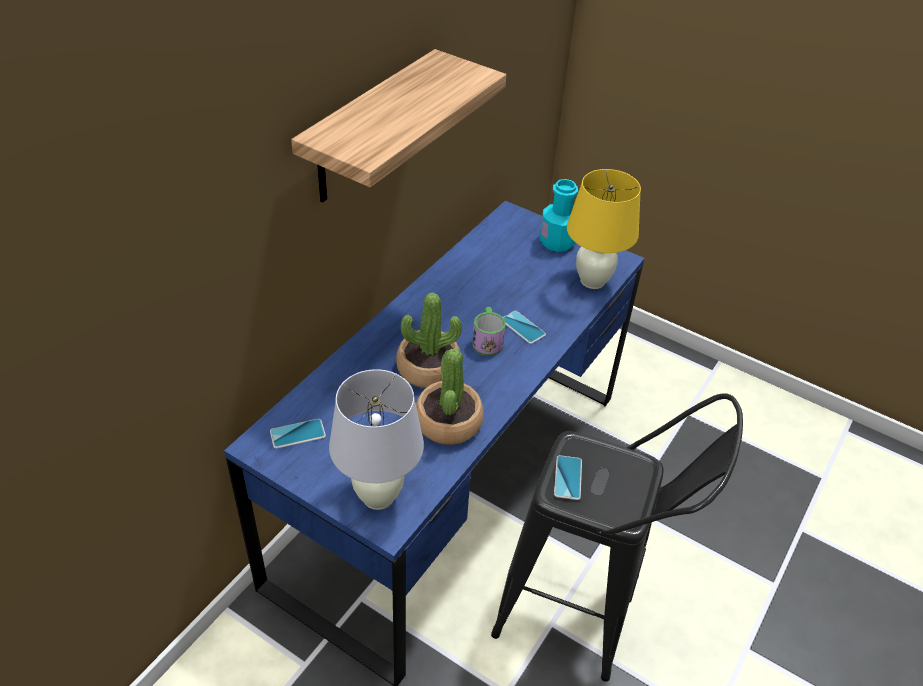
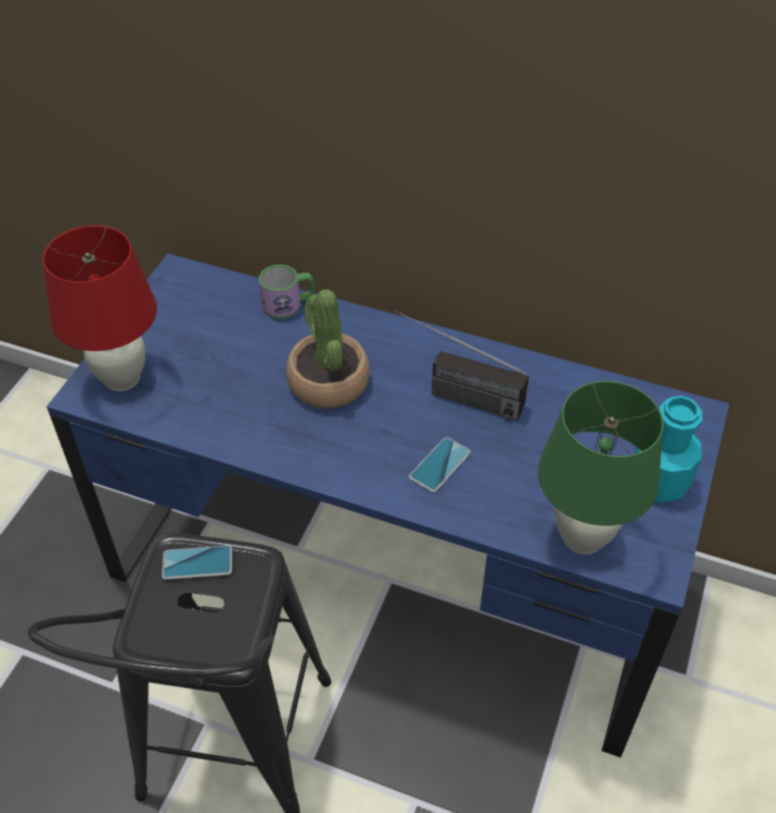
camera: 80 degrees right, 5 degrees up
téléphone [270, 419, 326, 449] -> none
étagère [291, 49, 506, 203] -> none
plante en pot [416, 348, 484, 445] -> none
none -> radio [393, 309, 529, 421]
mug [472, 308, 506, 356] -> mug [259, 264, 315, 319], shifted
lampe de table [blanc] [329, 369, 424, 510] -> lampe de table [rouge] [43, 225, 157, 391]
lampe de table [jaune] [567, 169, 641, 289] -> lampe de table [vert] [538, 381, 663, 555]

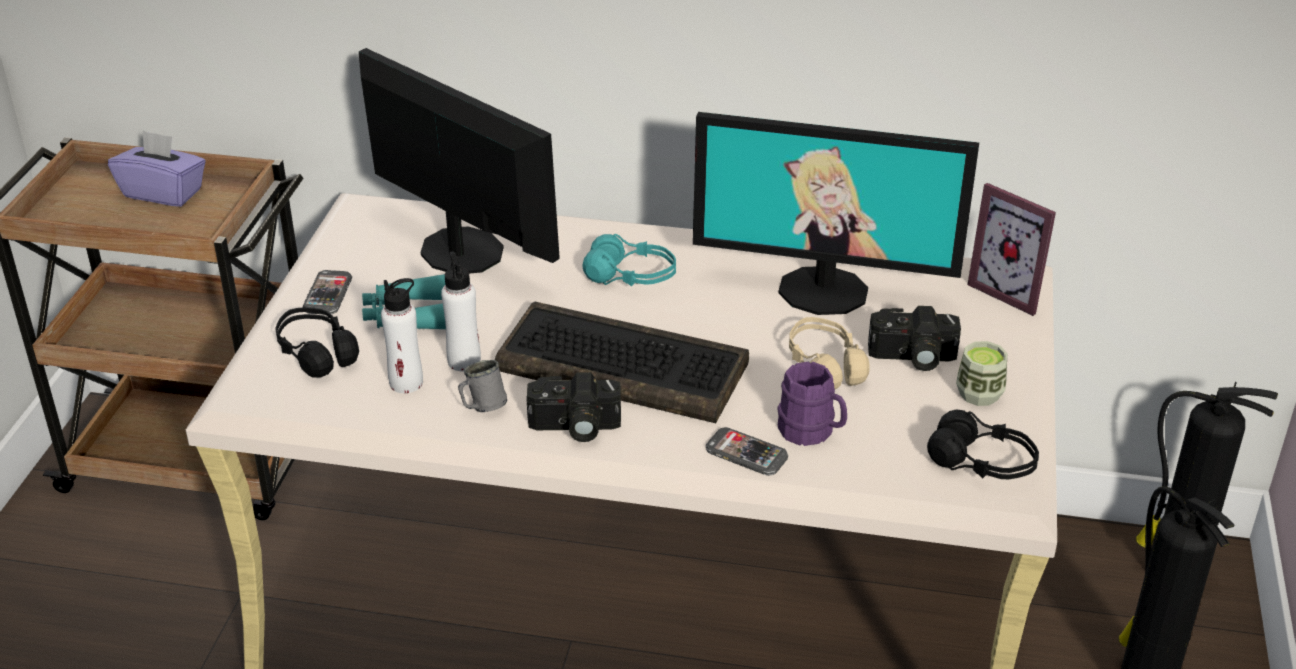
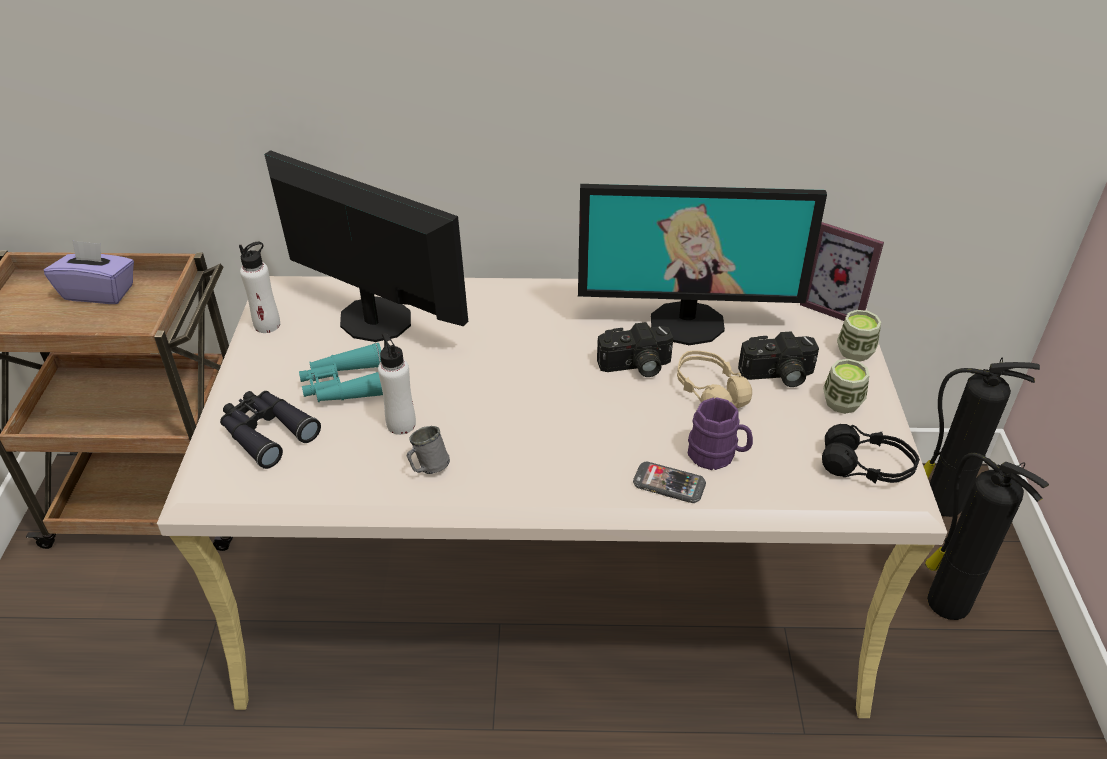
camera: 10 degrees left, 5 degrees up
téléphone [302, 270, 352, 314] -> none
clavier [495, 302, 749, 423] -> none
casque audio [turquoise] [582, 234, 676, 287] -> none
none -> tasse [837, 310, 881, 362]
bouteille [blanc] [381, 278, 423, 393] -> bouteille [blanc] [239, 242, 280, 333], shifted
appareil photo [526, 372, 621, 442] -> appareil photo [597, 322, 673, 377], shifted
casque audio [noir] [275, 307, 359, 378] -> jumelles [noir] [220, 391, 321, 469]

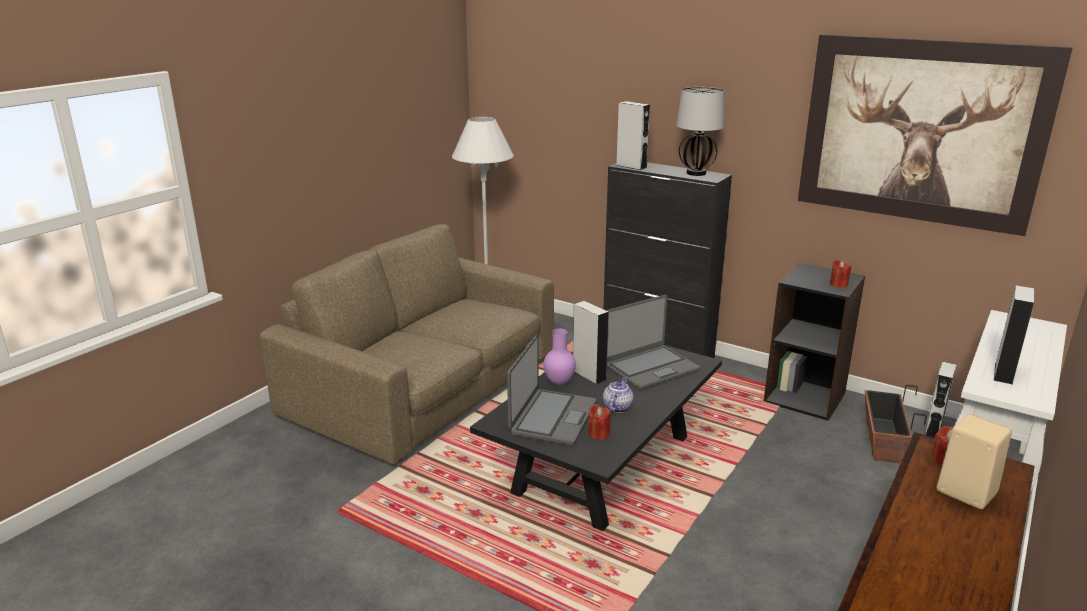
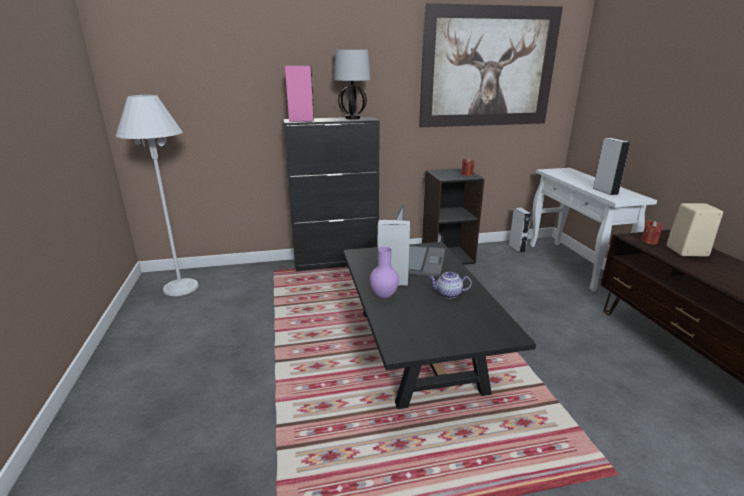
camera: 45 degrees left, 0 degrees up
canapé [marron] [260, 224, 554, 464] -> none
ordinateur portable [507, 335, 596, 445] -> none
bougie [rouge] [588, 404, 611, 440] -> none
cache-pot [865, 385, 927, 464] -> none
enceinte [gris] [616, 101, 650, 170] -> enceinte [rose] [285, 66, 314, 122]
théière [603, 377, 634, 413] -> théière [429, 271, 472, 298], 60 degrees counterclockwise

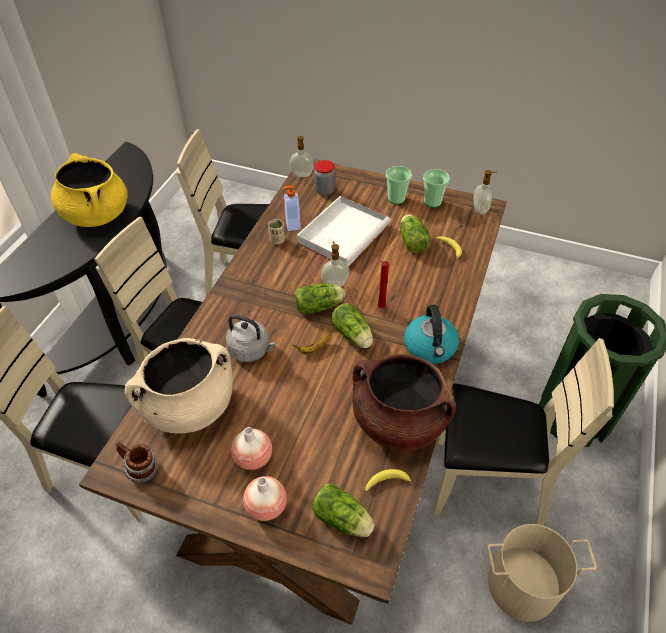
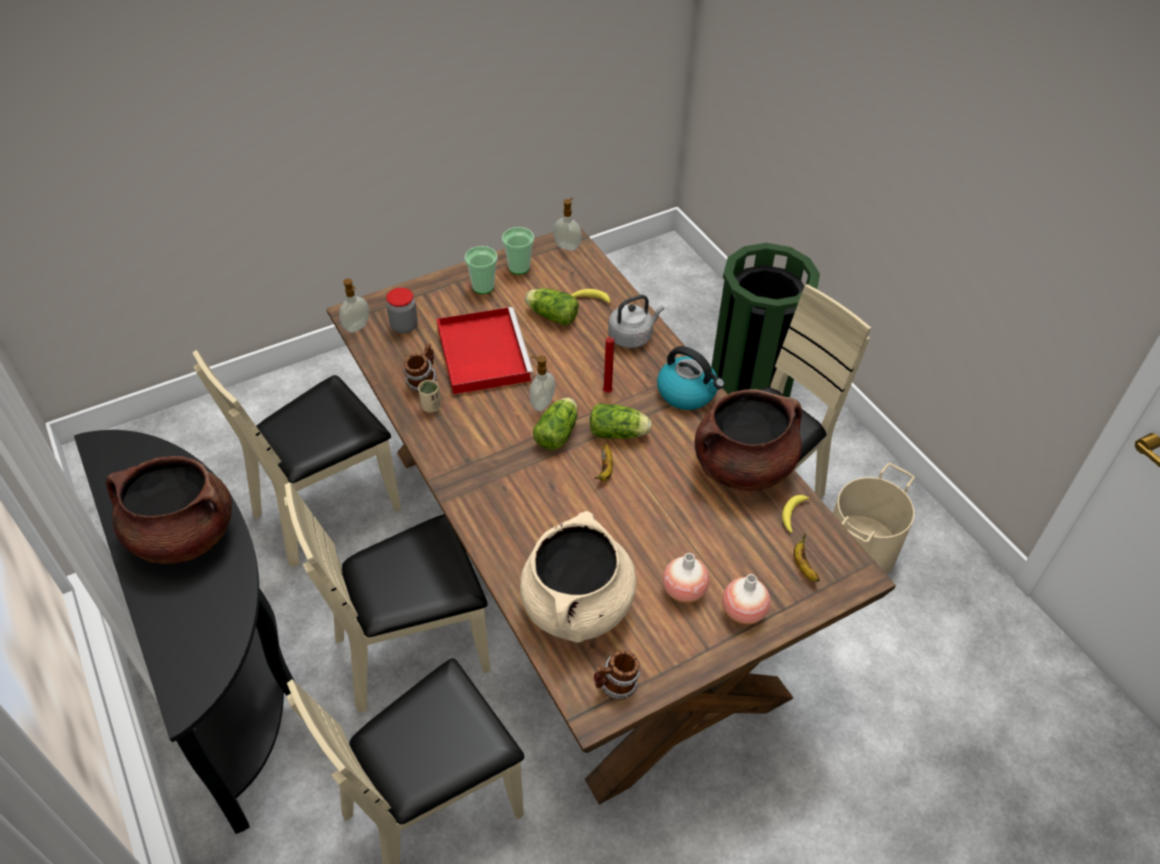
camera: 50 degrees left, 0 degrees up
bouilloire [gris] [226, 315, 276, 362] -> bouilloire [gris] [608, 295, 664, 348], shifted
distributeur de savon [282, 185, 301, 231] -> mug [403, 343, 437, 392]
laitue [312, 483, 375, 537] -> banane [794, 534, 820, 582]
marmite [jaune] [51, 153, 128, 227] -> marmite [marron] [106, 456, 232, 564]
plateau [blanc] [296, 196, 391, 267] -> plateau [rouge] [437, 307, 534, 395]

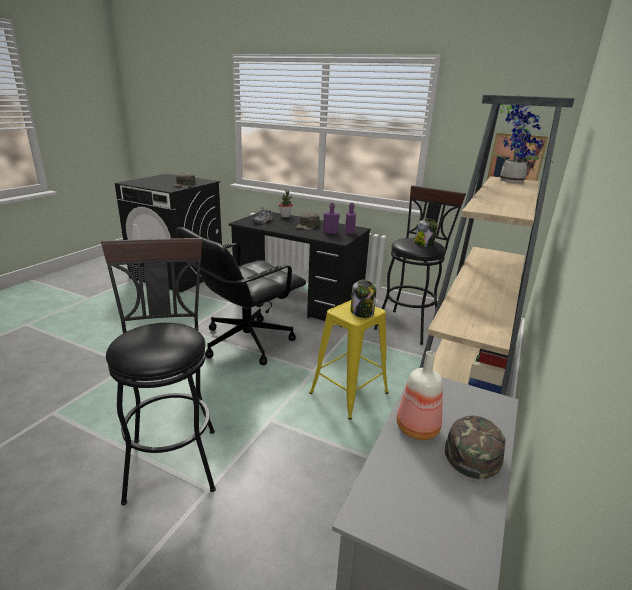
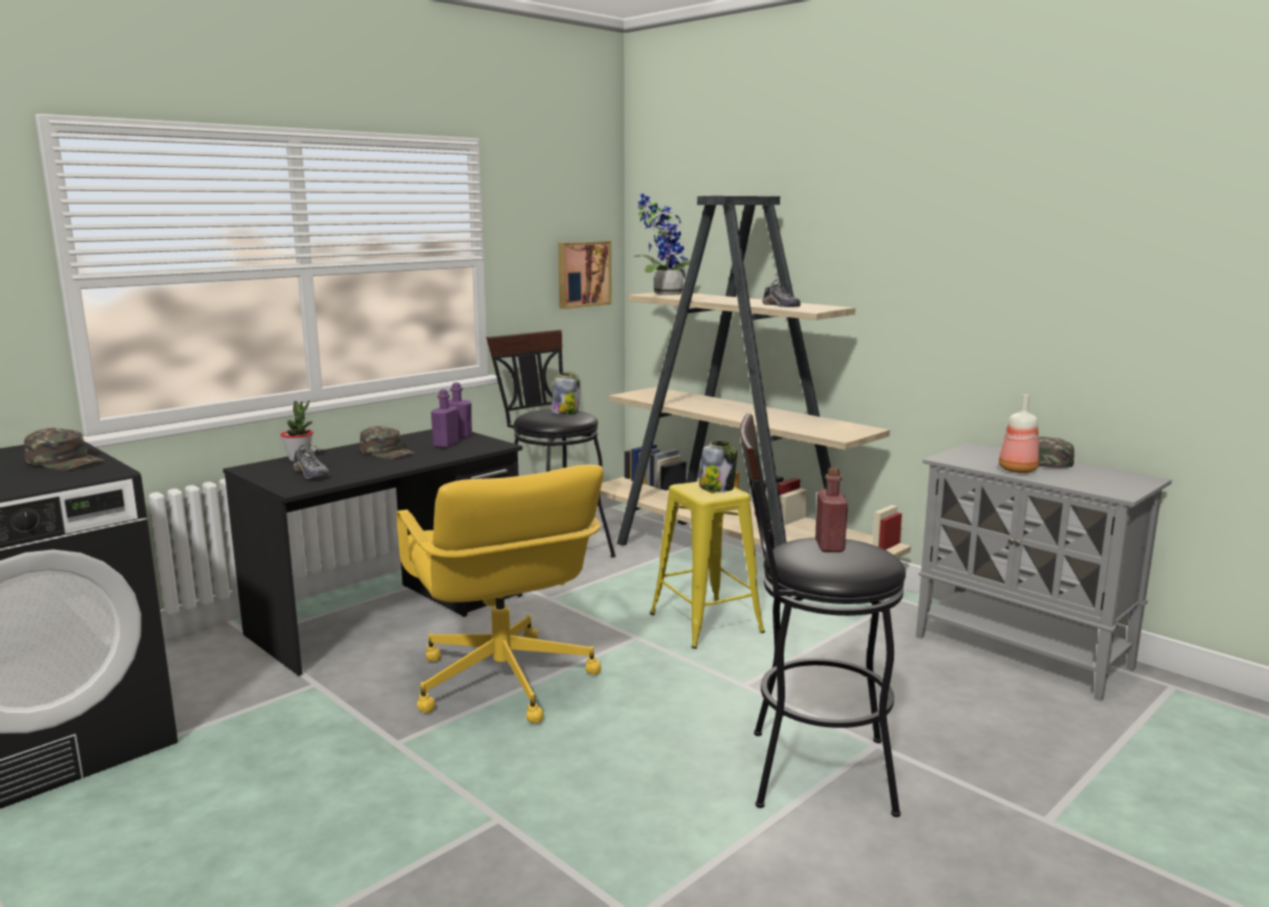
camera: 70 degrees left, 10 degrees down
none -> chaussure [762, 278, 801, 307]
none -> bouteille [rouge] [815, 467, 848, 552]
chaise de bureau [noir] [176, 227, 306, 365] -> chaise de bureau [jaune] [397, 465, 604, 723]

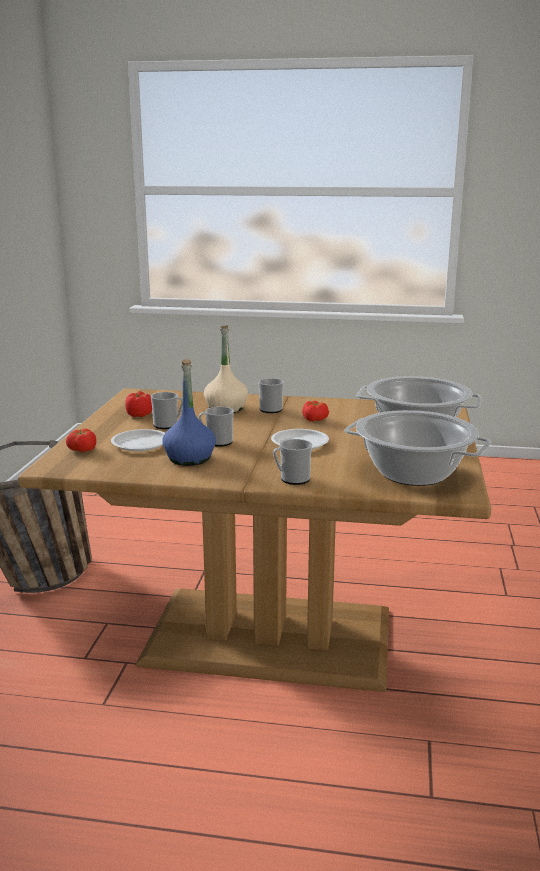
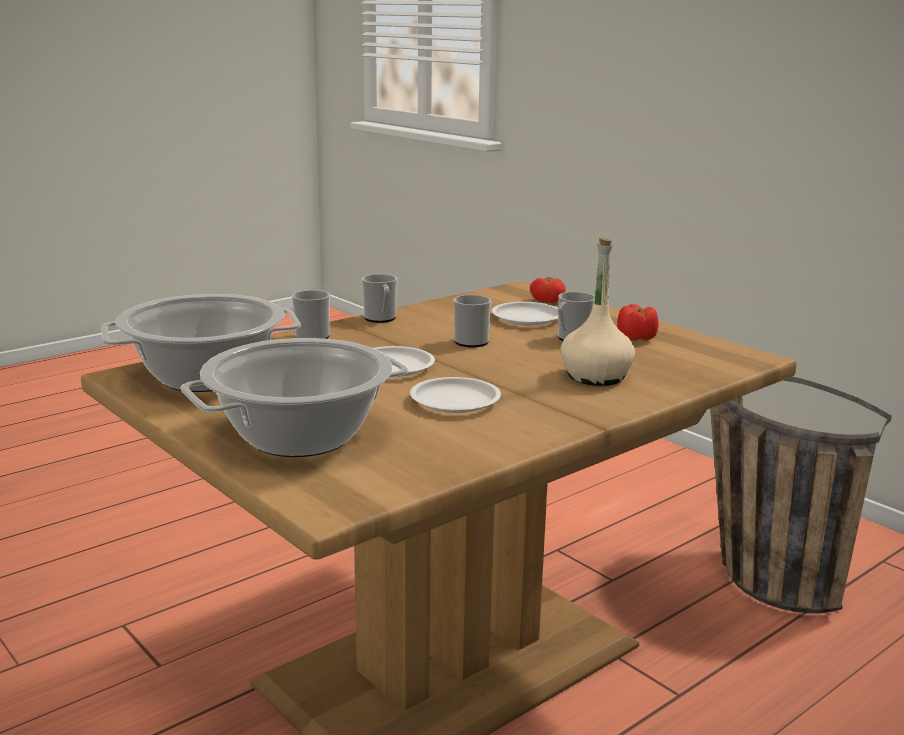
camera: 130 degrees right, 0 degrees up
bouteille [bleu] [162, 359, 216, 466] -> none
mug [258, 378, 284, 413] -> mug [362, 274, 398, 323], shifted
tomate [302, 401, 329, 422] -> assiette [blanc] [410, 377, 501, 413]

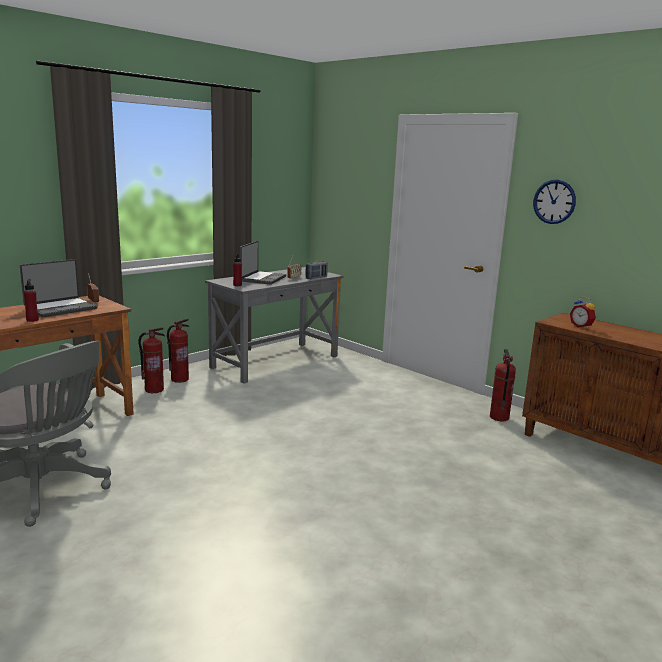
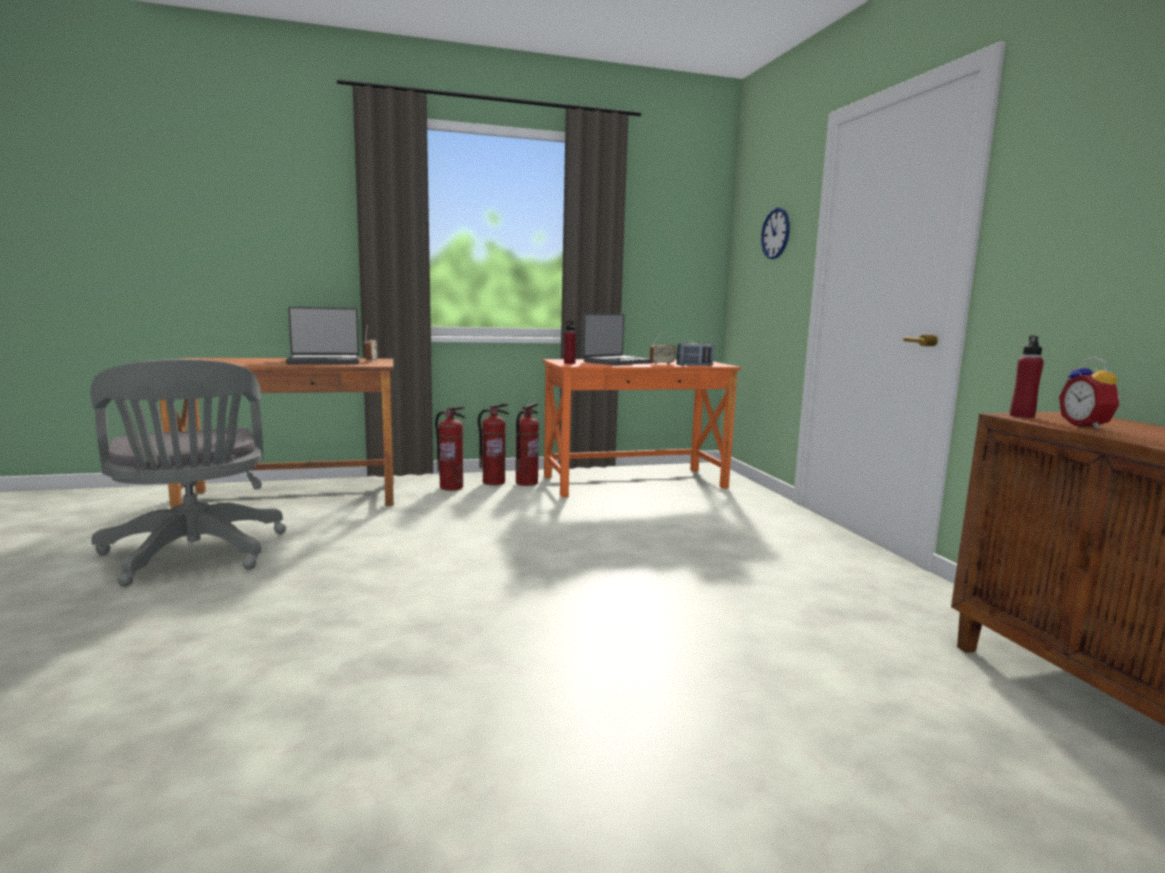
camera: 30 degrees right, 5 degrees down
bouteille [rouge] [24, 279, 39, 322] -> bouteille [rouge] [1010, 335, 1044, 418], shifted
extincteur [490, 349, 516, 421] -> extincteur [516, 403, 539, 486], shifted
horloge murale [533, 180, 576, 224] -> horloge murale [761, 207, 790, 259], shifted
bureau [gris] [205, 267, 343, 384] -> bureau [orange] [542, 359, 741, 497]

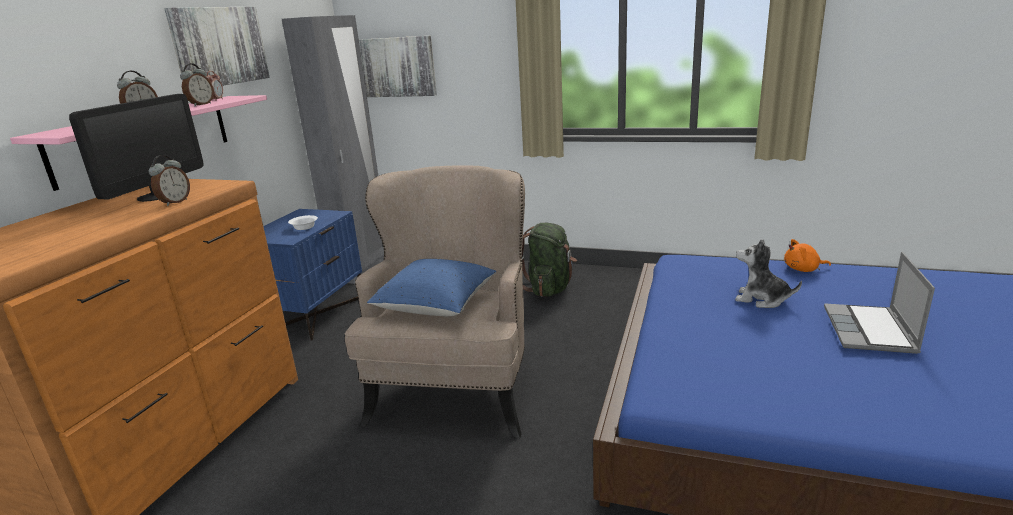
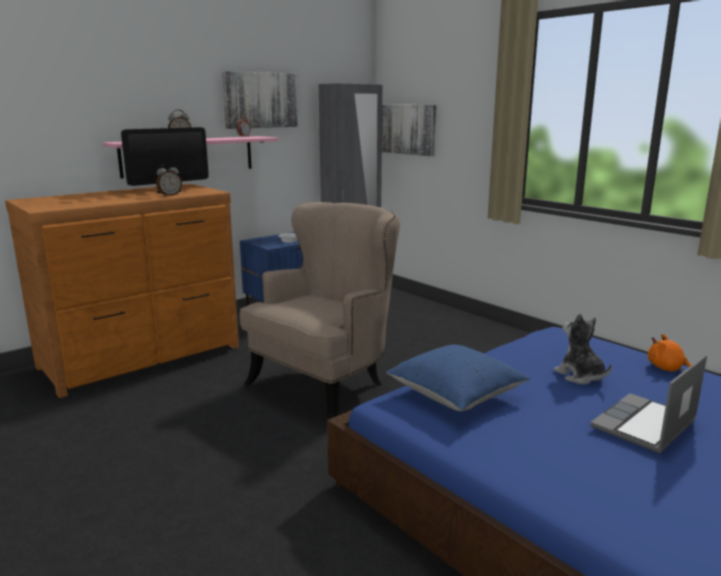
camera: 30 degrees right, 5 degrees down
réveil [180, 63, 214, 107] -> none
sac à dos [vert] [522, 223, 577, 297] -> none
coussin [bleu] [367, 259, 496, 316] -> coussin [bleu] [386, 344, 530, 411], shifted

